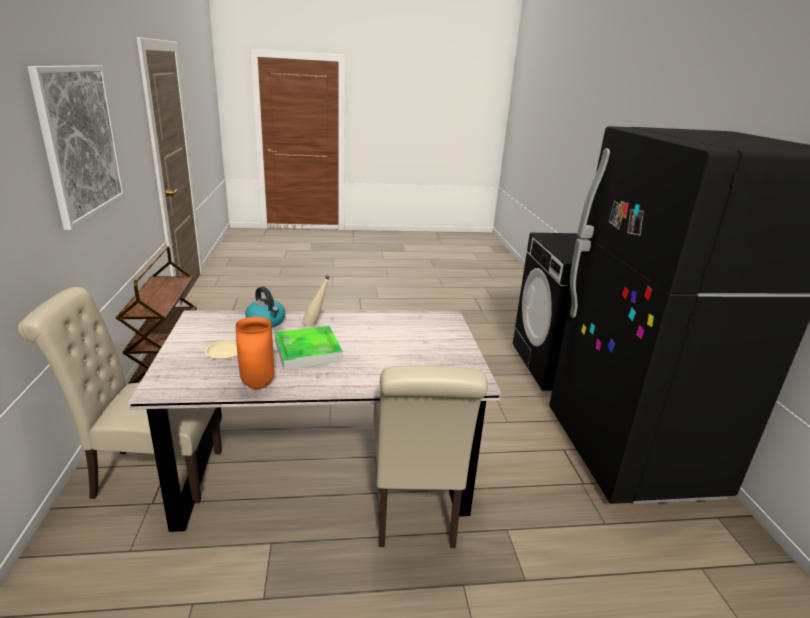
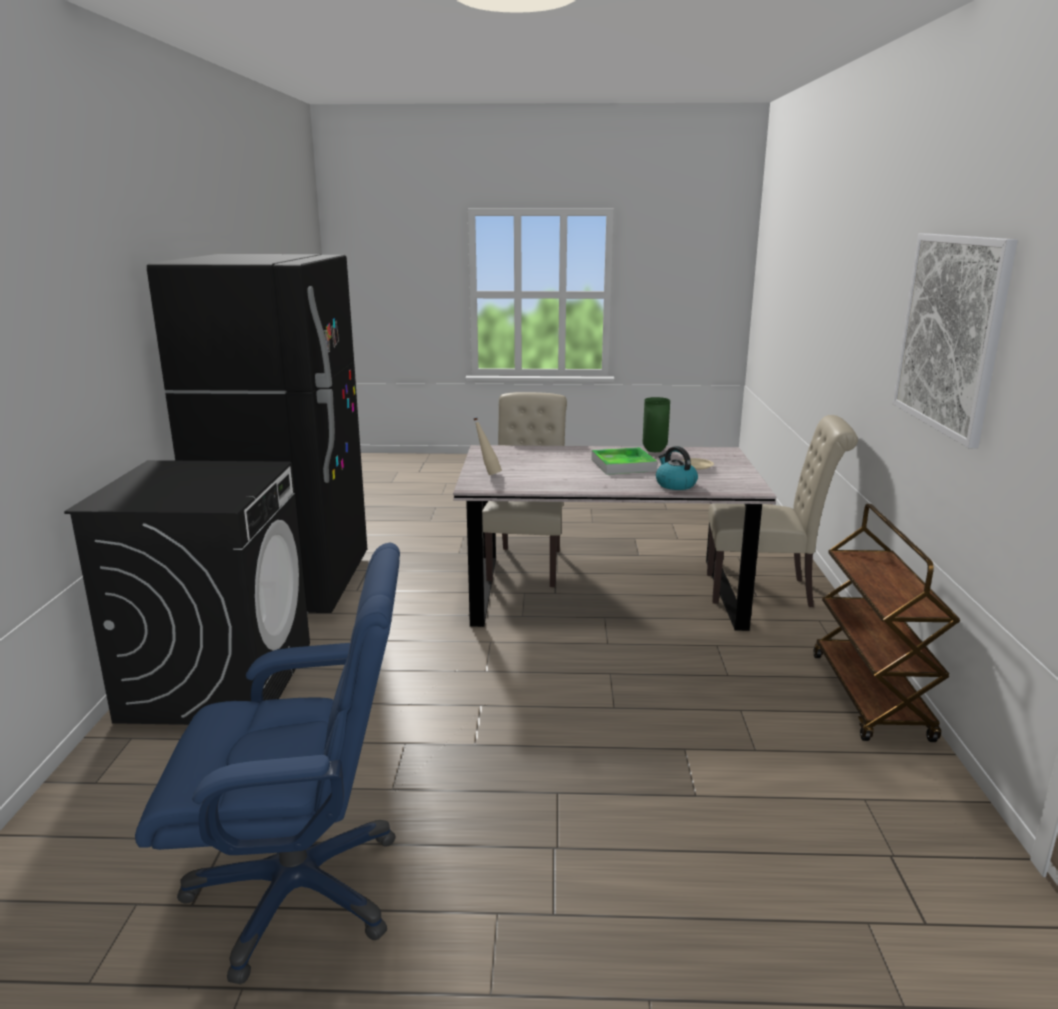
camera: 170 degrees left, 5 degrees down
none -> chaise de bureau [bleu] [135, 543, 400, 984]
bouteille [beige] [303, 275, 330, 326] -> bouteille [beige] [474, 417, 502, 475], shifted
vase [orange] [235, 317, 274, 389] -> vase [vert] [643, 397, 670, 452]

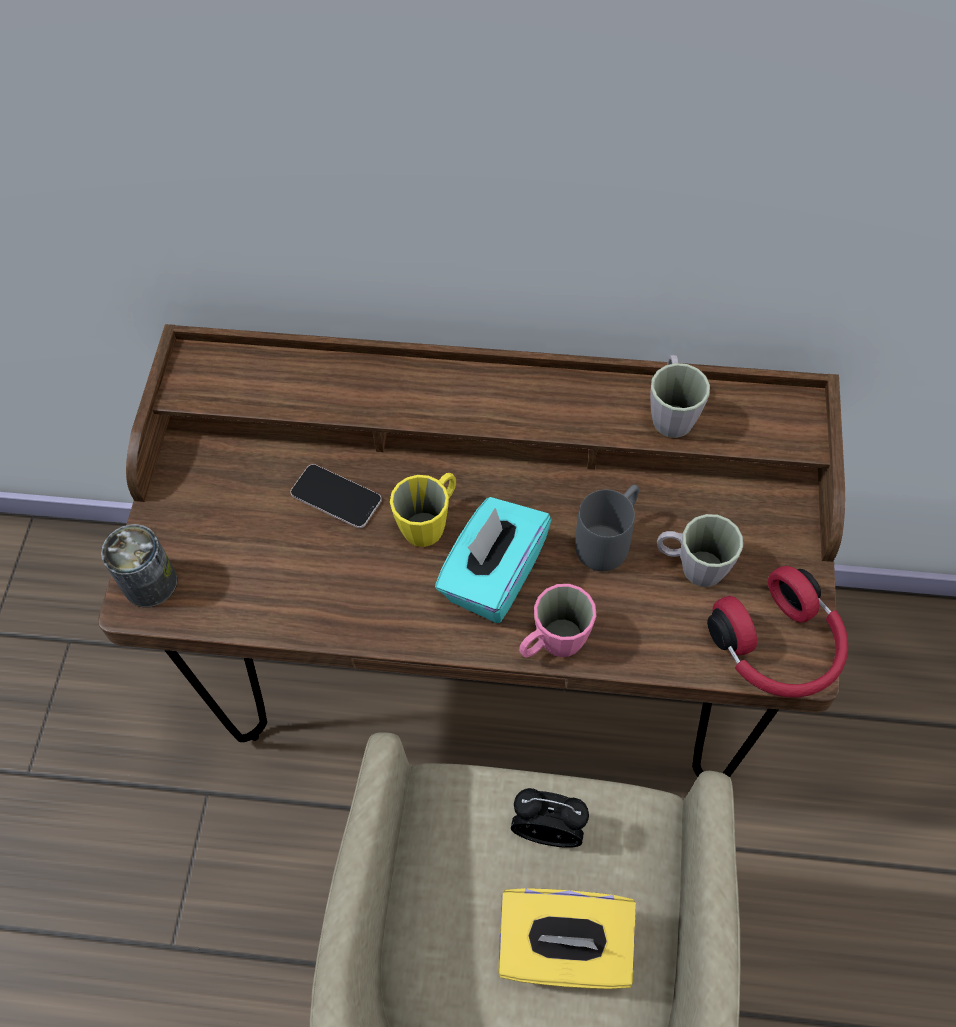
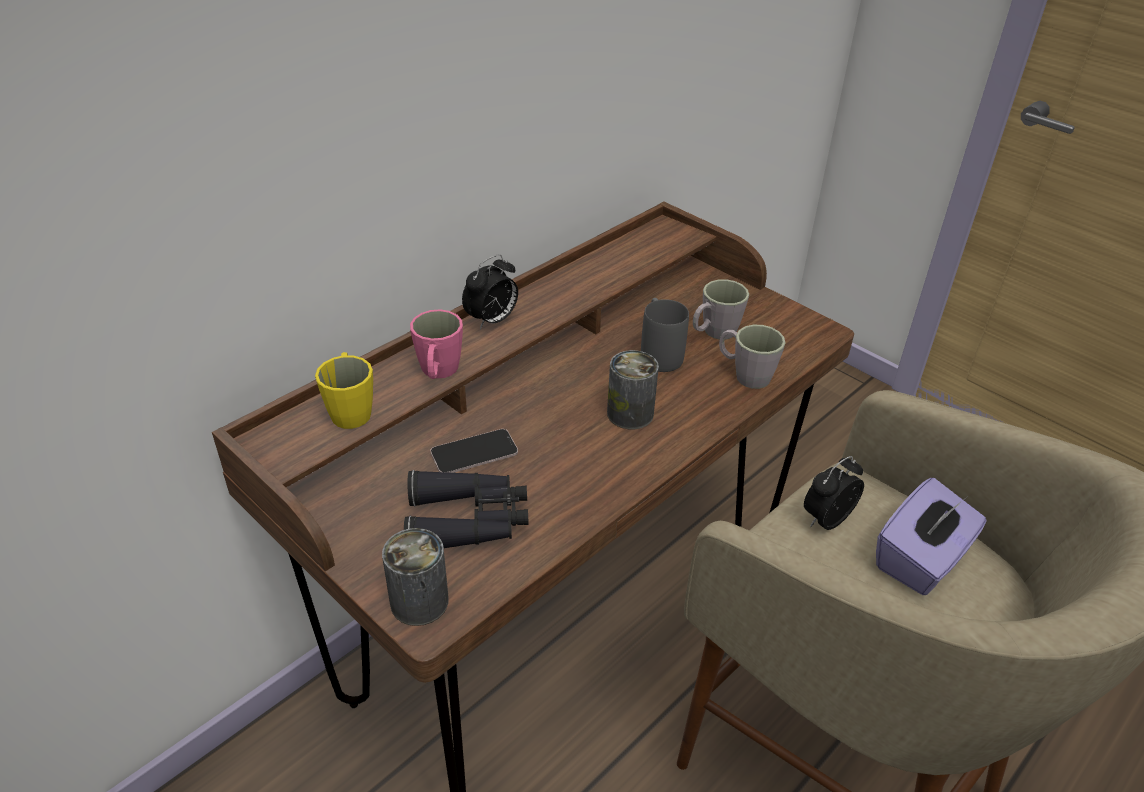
camera: 55 degrees left, 20 degrees down
casque audio [rouge] [707, 566, 848, 698] -> none
none -> jumelles [noir] [404, 470, 529, 548]
none -> réveil [462, 254, 518, 329]
mug [jaune] [390, 473, 456, 547] -> mug [jaune] [315, 352, 373, 429], shifted
mug [rose] [519, 584, 597, 657] -> mug [rose] [410, 309, 463, 379], shifted
mug [gris] [650, 355, 710, 438] -> mug [gris] [719, 324, 786, 389], shifted
boîte à mouchoirs [turquoise] [435, 497, 552, 623] -> boîte métallique [607, 350, 659, 429]
boîte à mouchoirs [jaune] [498, 888, 636, 989] -> boîte à mouchoirs [violet] [876, 478, 987, 595]

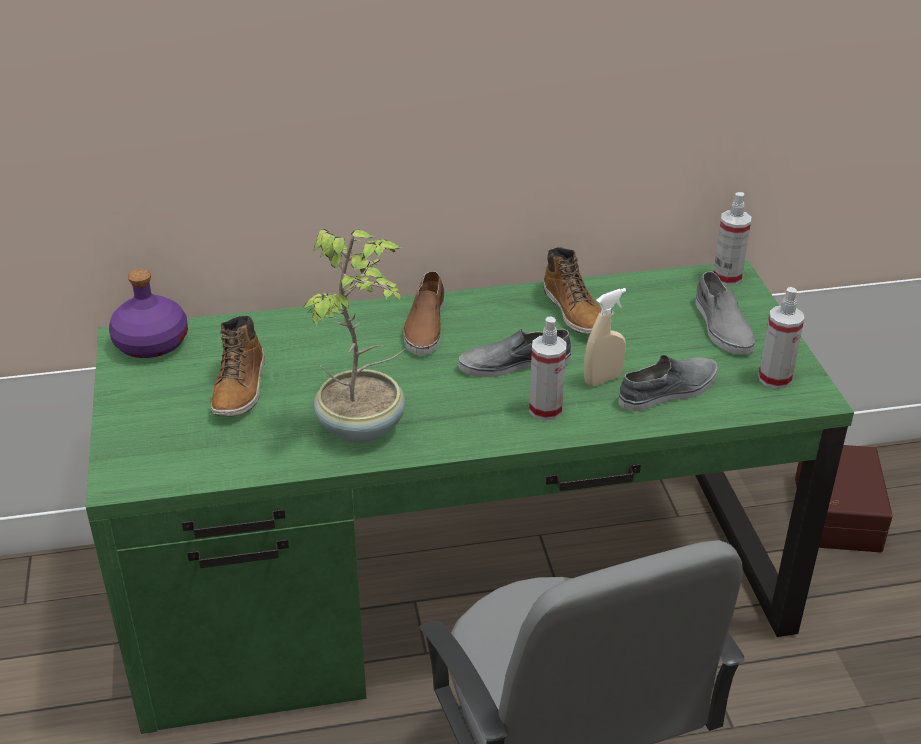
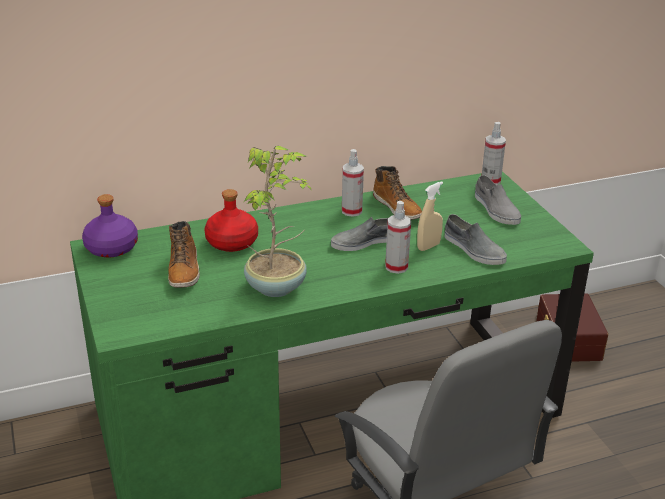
camera: 10 degrees left, 5 degrees down
chaussure [marron] [403, 271, 444, 355] -> none
none -> bouteille [rouge] [204, 189, 258, 252]
vaporisateur [758, 287, 804, 389] -> vaporisateur [342, 149, 364, 217], shifted
chaussure [gris] [618, 355, 717, 411] -> chaussure [gris] [445, 214, 507, 265], 90 degrees clockwise

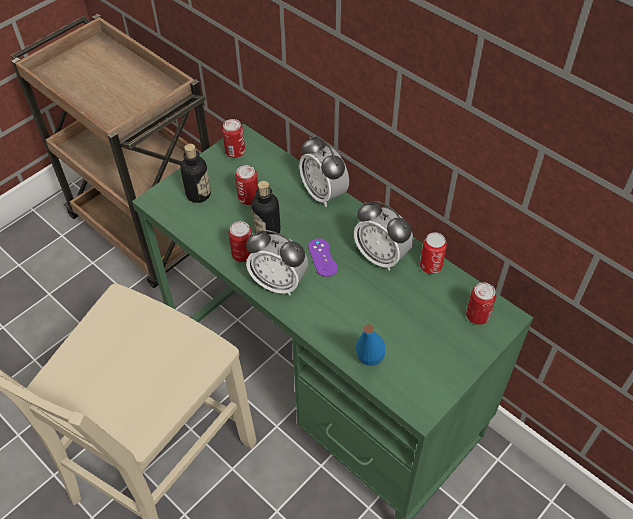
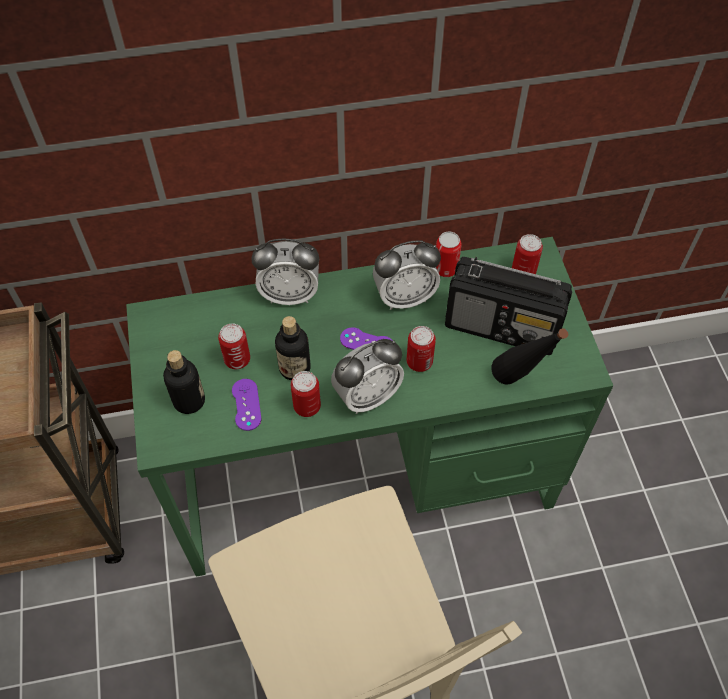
camera: 55 degrees left, 5 degrees up
none -> manette [violet] [232, 379, 261, 431]
none -> radio [445, 257, 572, 355]
boîte métallique [222, 119, 245, 158] -> boîte métallique [406, 326, 436, 372], shifted
bouteille [bleu] [356, 324, 385, 366] -> bouteille [noir] [491, 328, 568, 385]

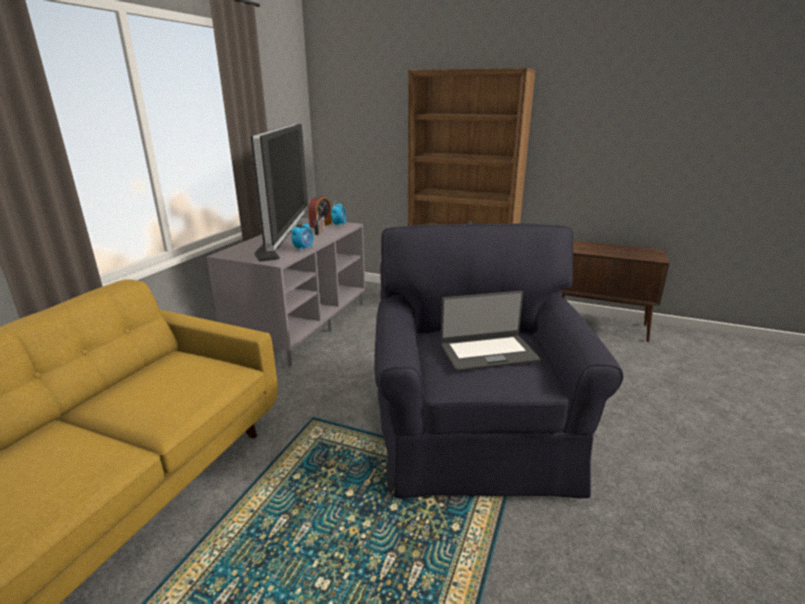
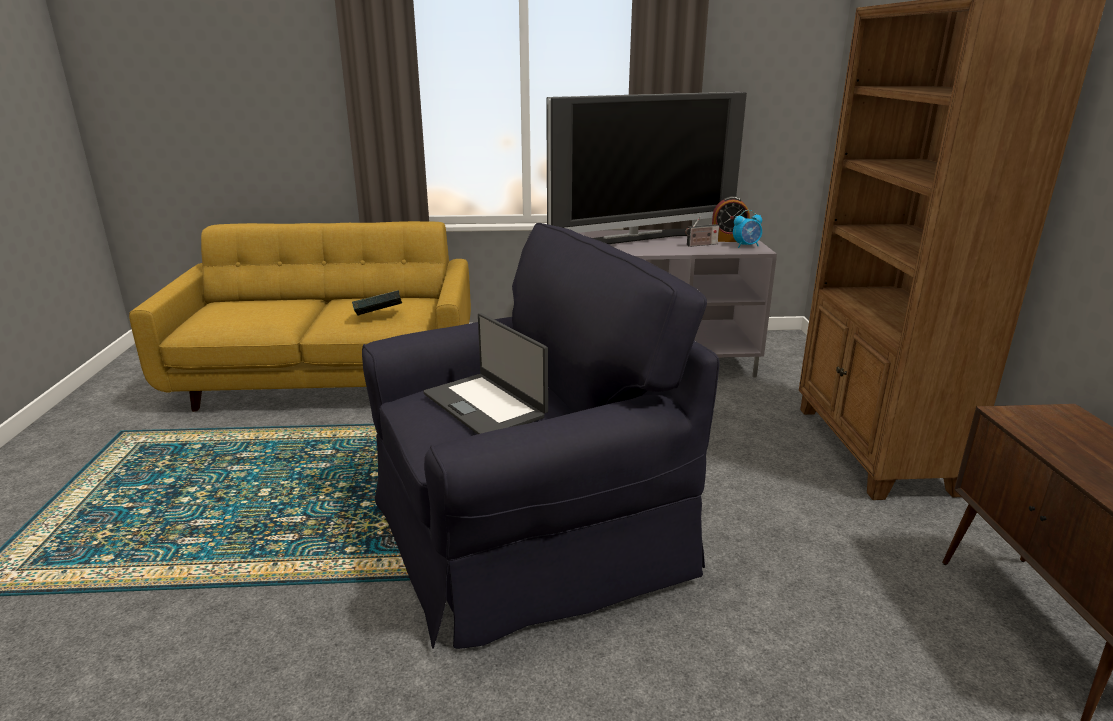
camera: 65 degrees right, 0 degrees up
réveil [291, 221, 313, 252] -> none
none -> livre [352, 290, 402, 316]

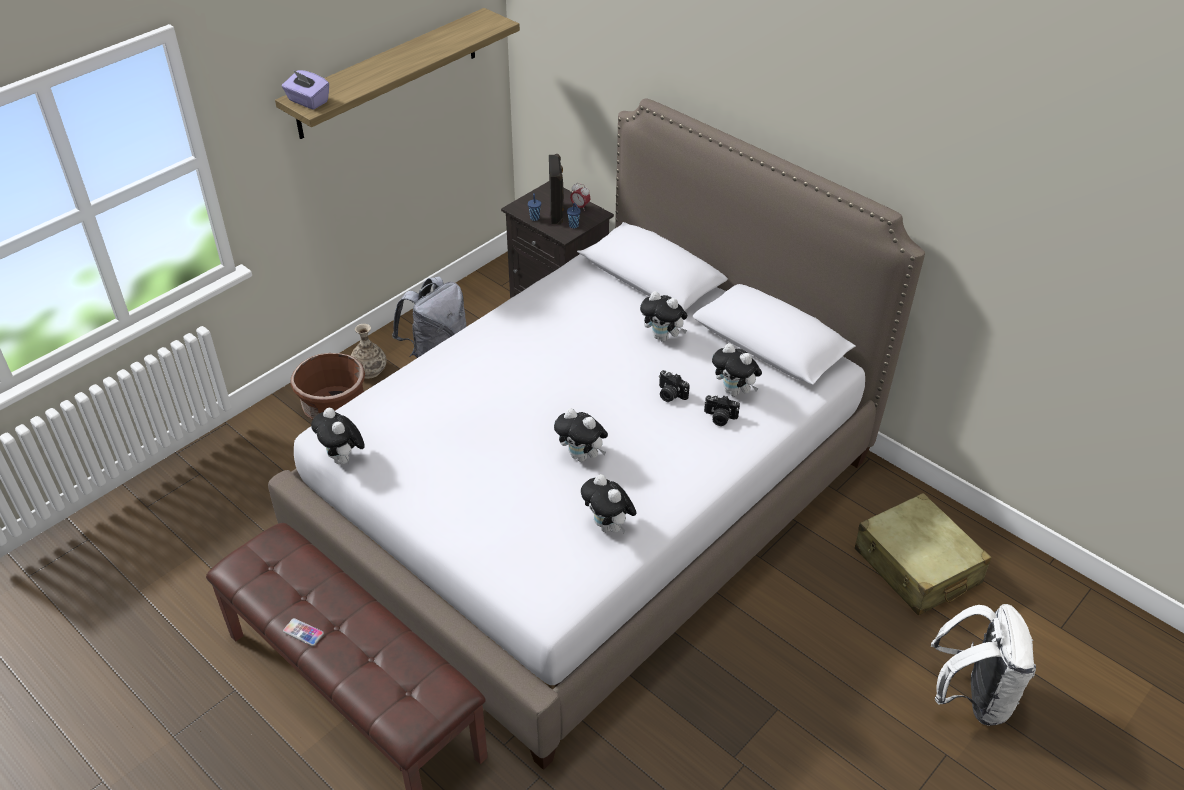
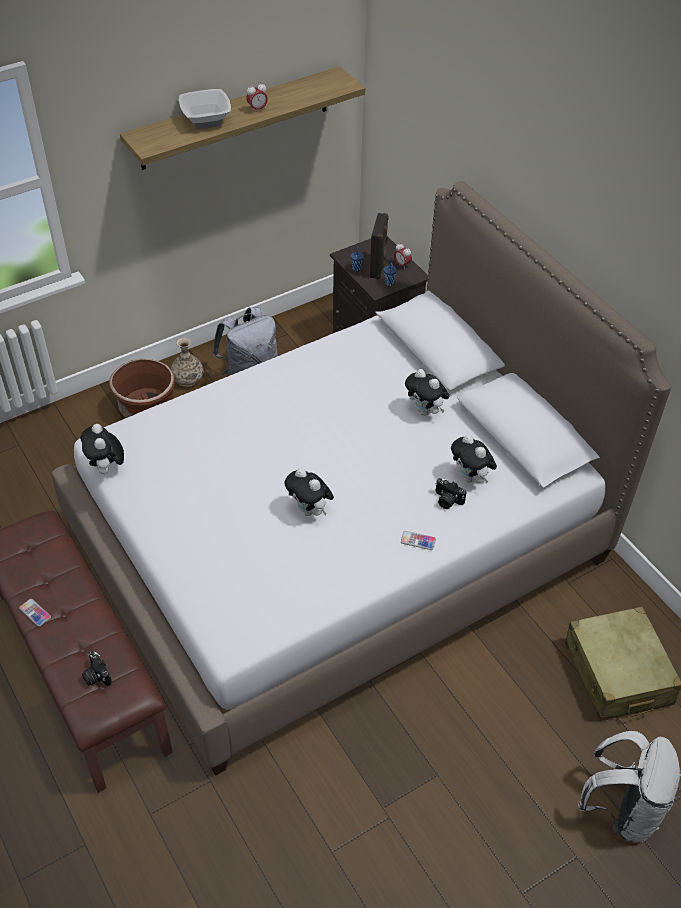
camera: 15 degrees right, 5 degrees up
boîte à mouchoirs [violet] [282, 70, 329, 110] -> none
peluche [581, 474, 637, 533] -> none
none -> bol [179, 89, 231, 129]
none -> réveil [246, 82, 268, 113]
none -> téléphone [401, 531, 436, 550]
appareil photo [659, 370, 690, 402] -> appareil photo [82, 650, 112, 686], shifted

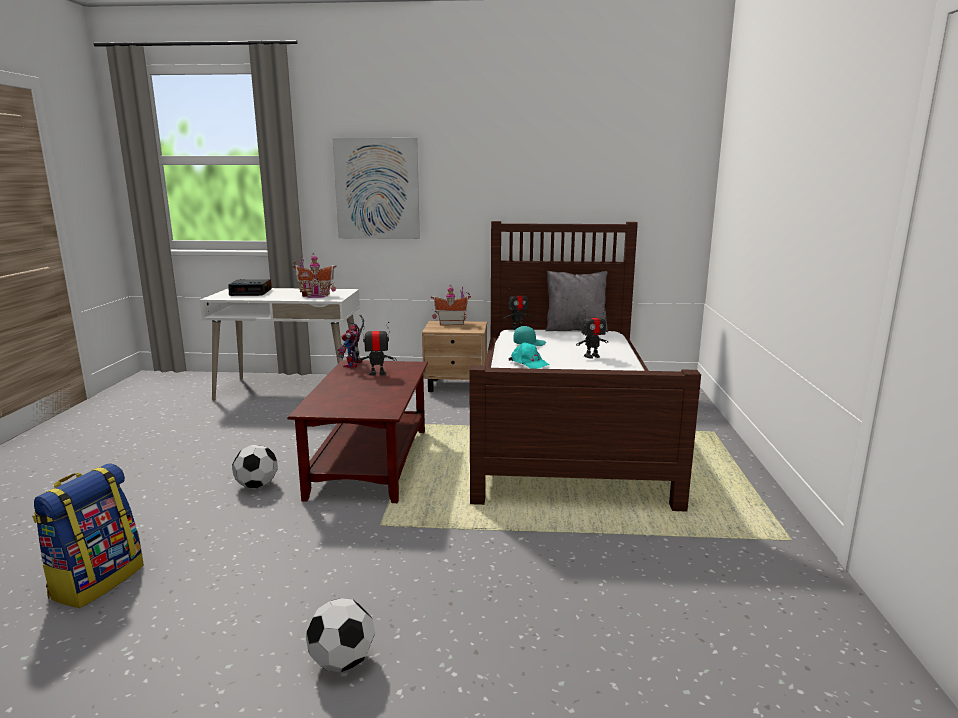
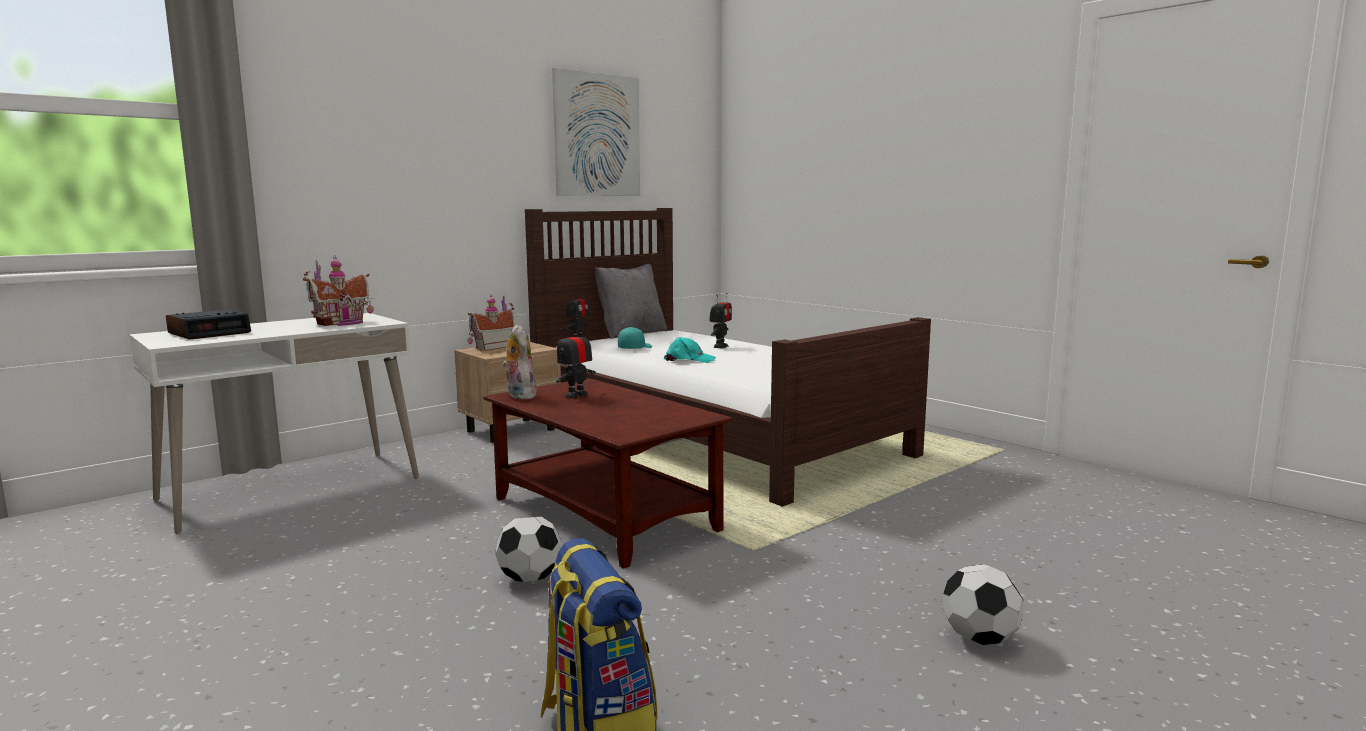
camera: 45 degrees left, 5 degrees down
tableau [332, 138, 420, 239] -> tableau [552, 68, 640, 196], shifted
robot jouet [337, 315, 364, 368] -> peluche [502, 324, 537, 400]

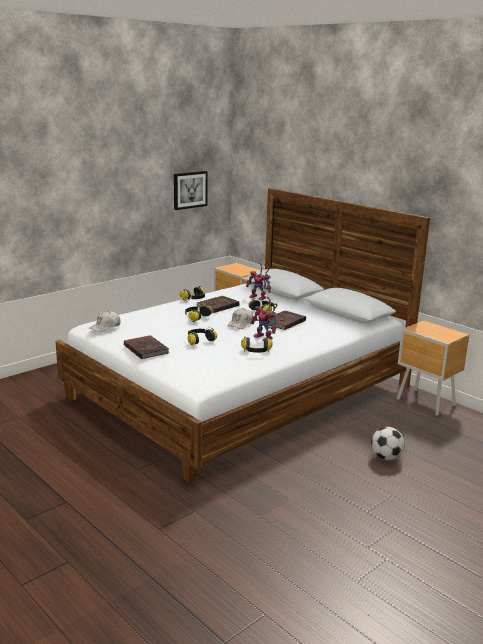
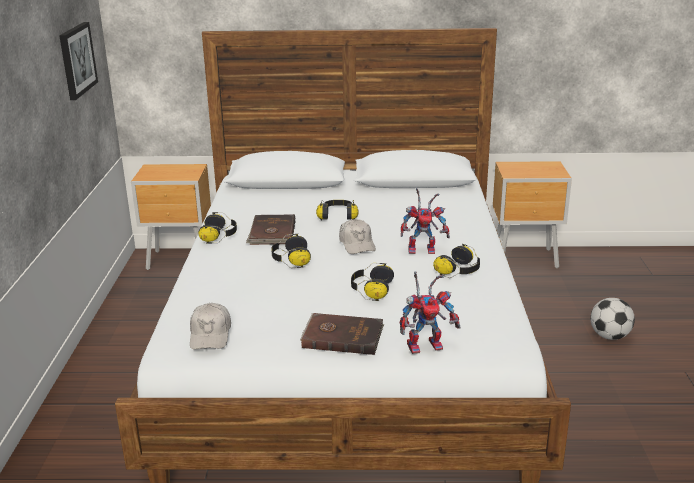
camera: 45 degrees left, 5 degrees up
livre [marron] [268, 311, 306, 330] -> none
robot jouet [246, 262, 271, 301] -> robot jouet [399, 271, 460, 354], shifted

